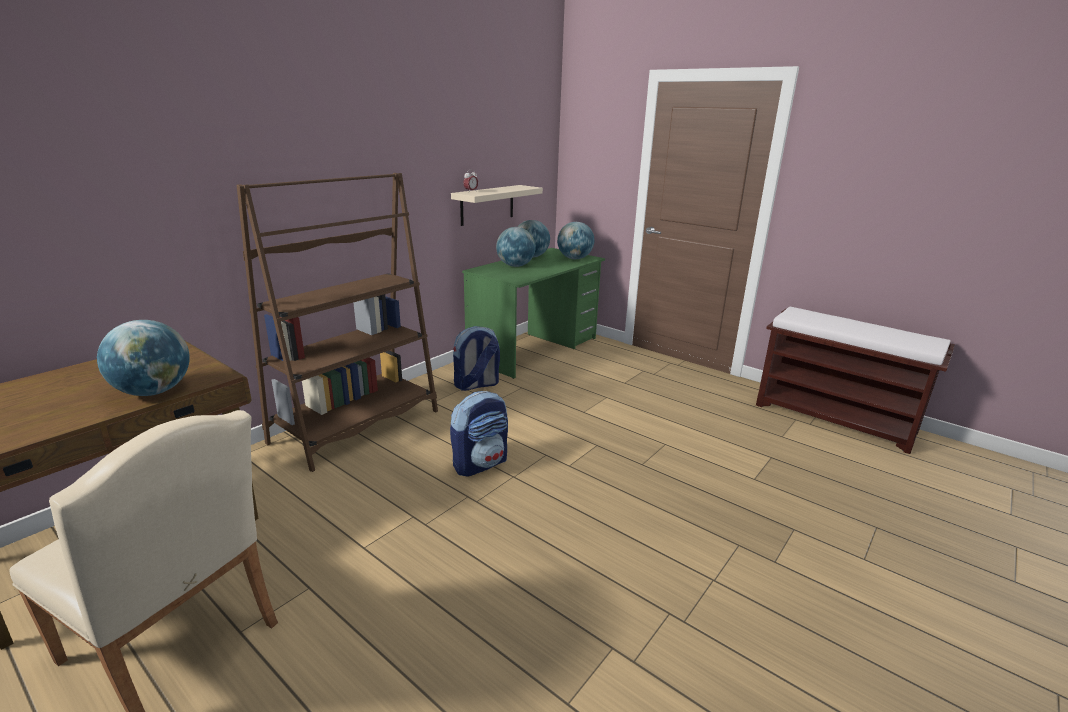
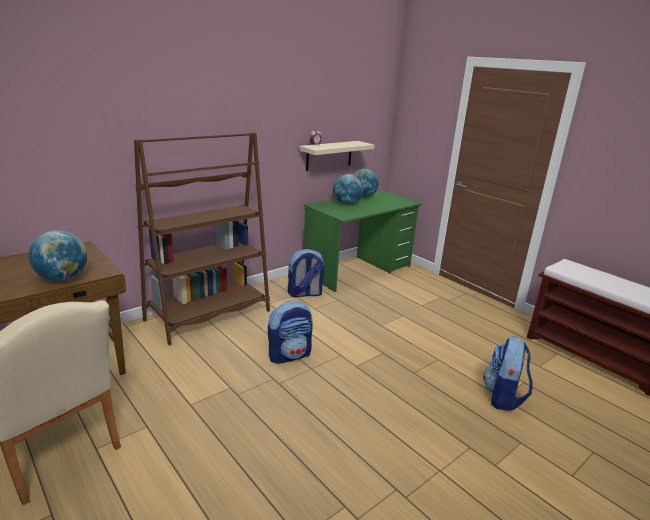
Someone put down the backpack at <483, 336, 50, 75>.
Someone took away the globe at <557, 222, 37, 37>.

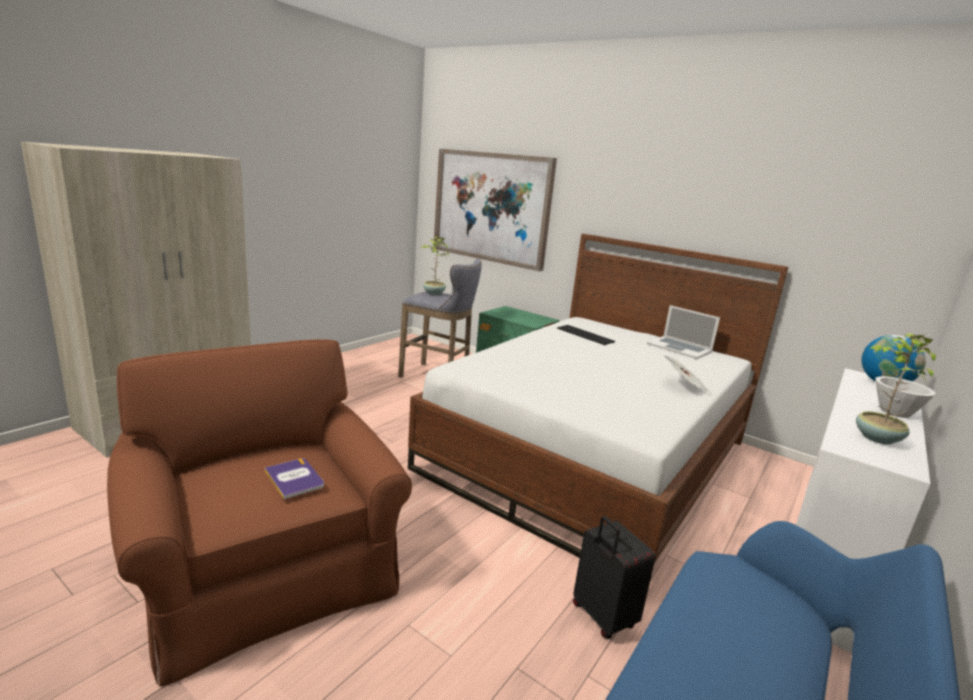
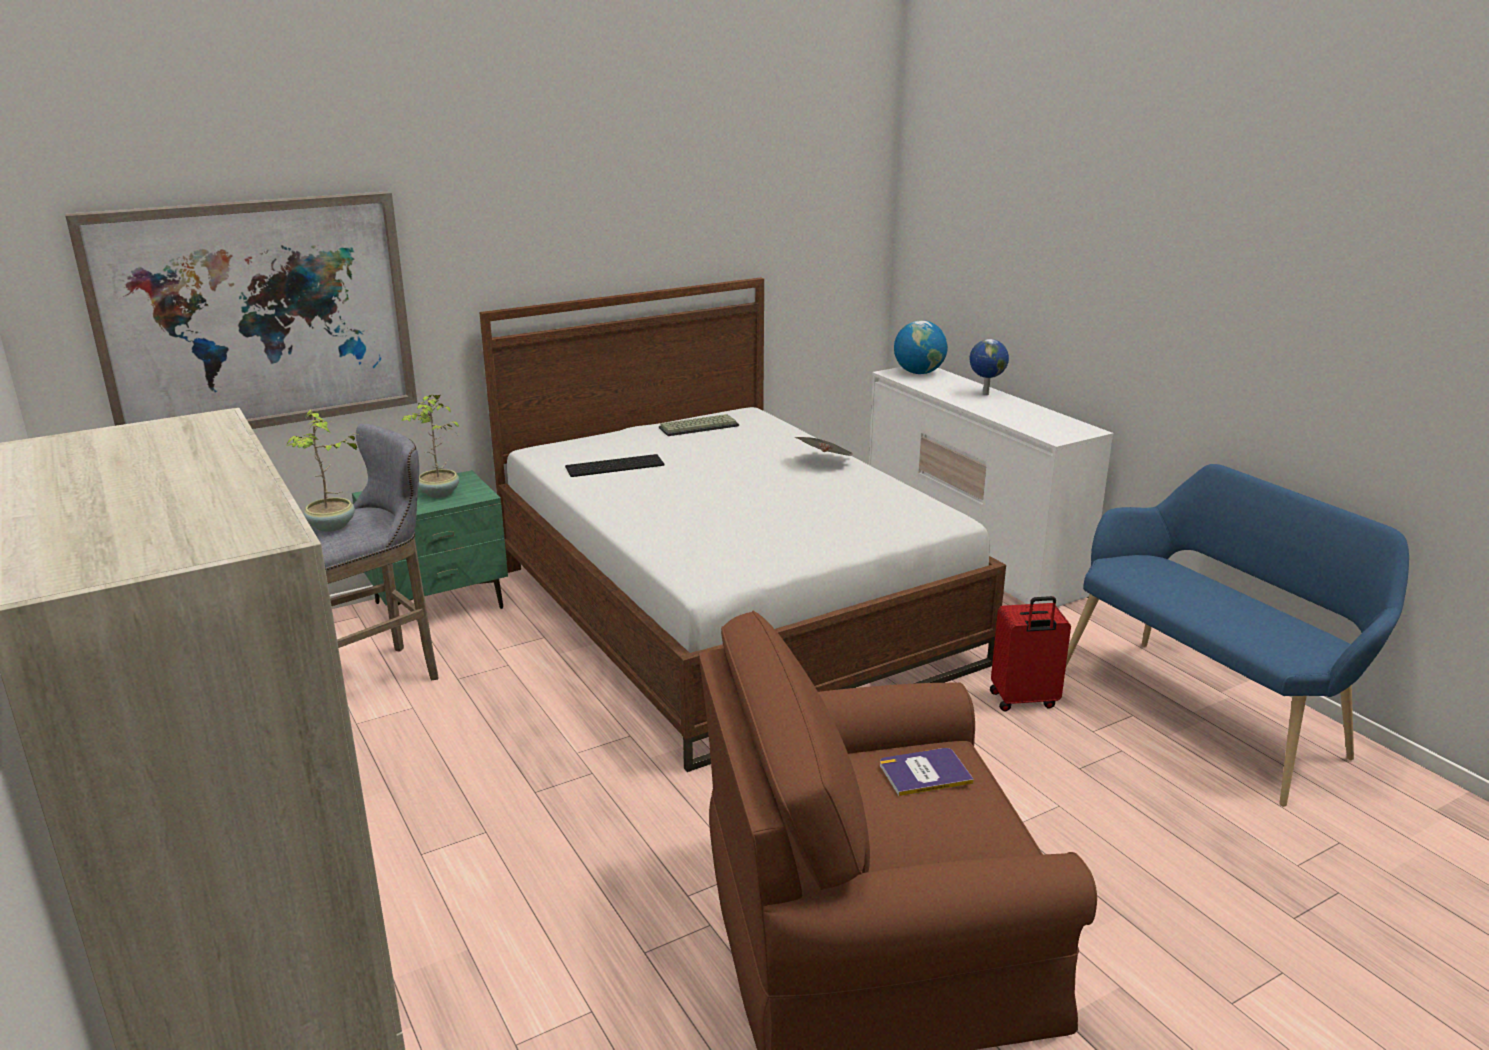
Someone carried the potted plant from <856, 334, 80, 111> to <401, 393, 58, 105>.
Someone swapped the laptop at <647, 305, 73, 54> for the keyboard at <659, 414, 80, 22>.
Someone swapped the white bowl at <875, 376, 61, 42> for the globe at <969, 339, 40, 56>.
Someone repainted the black suitcase at <573, 516, 83, 123>, which became the red suitcase at <990, 596, 81, 115>.

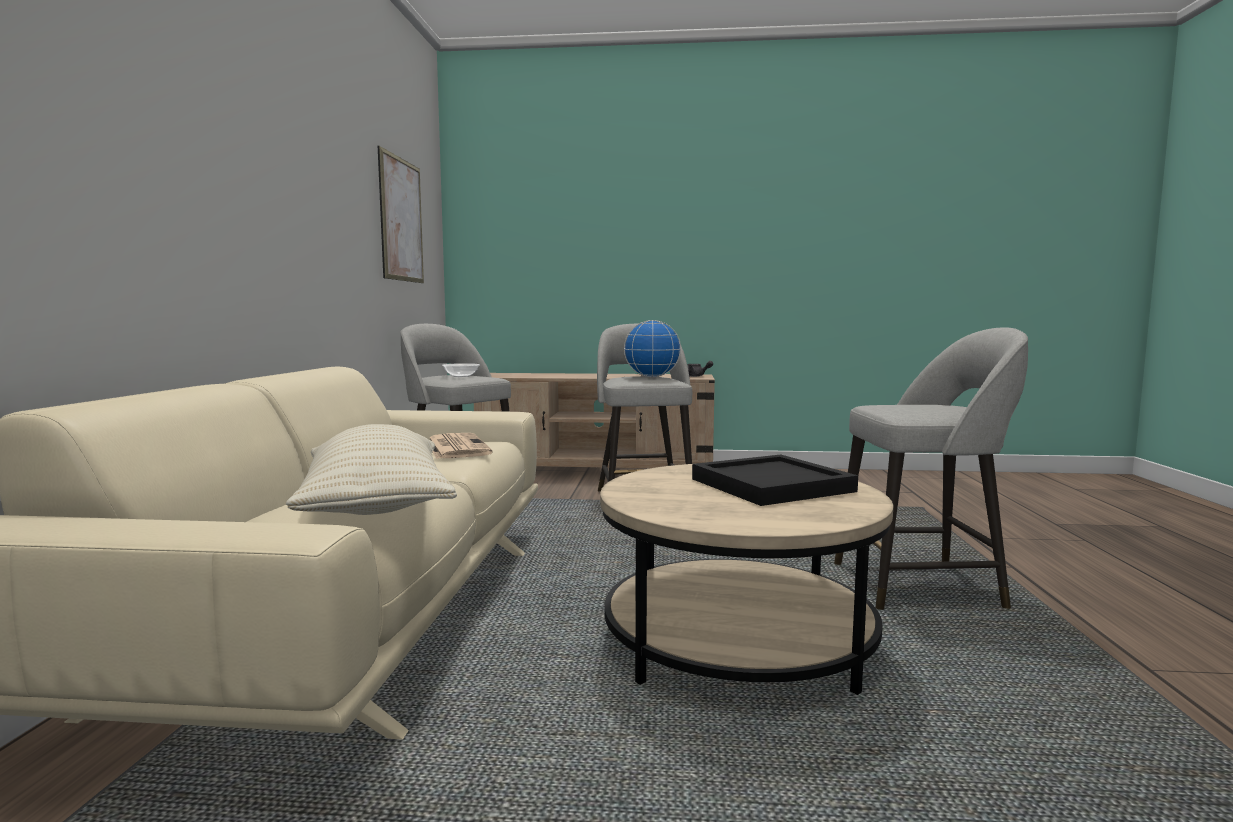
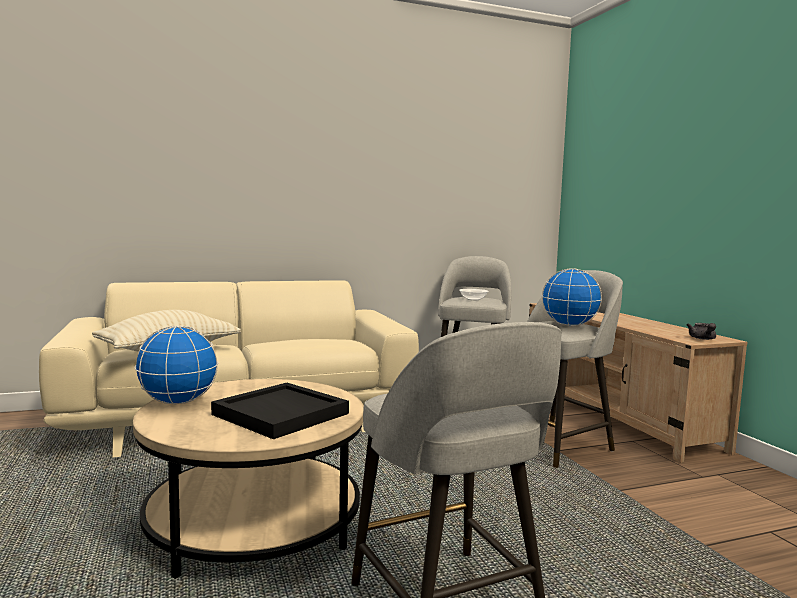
Someone put down the globe at <134, 325, 84, 79>.
Someone took away the picture at <378, 146, 46, 137>.
Someone took away the newspaper at <430, 433, 62, 26>.

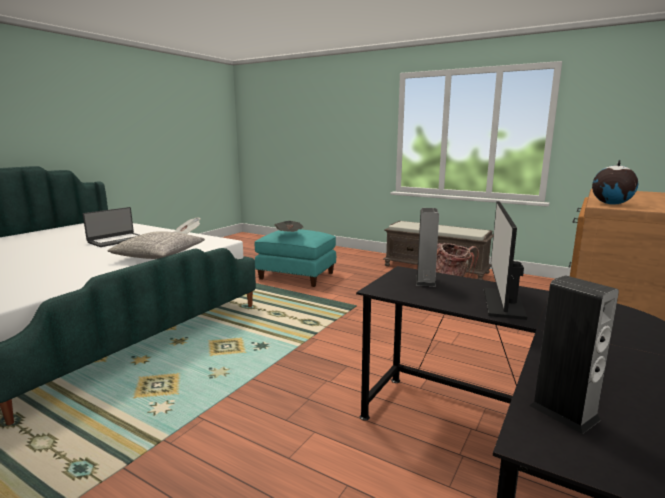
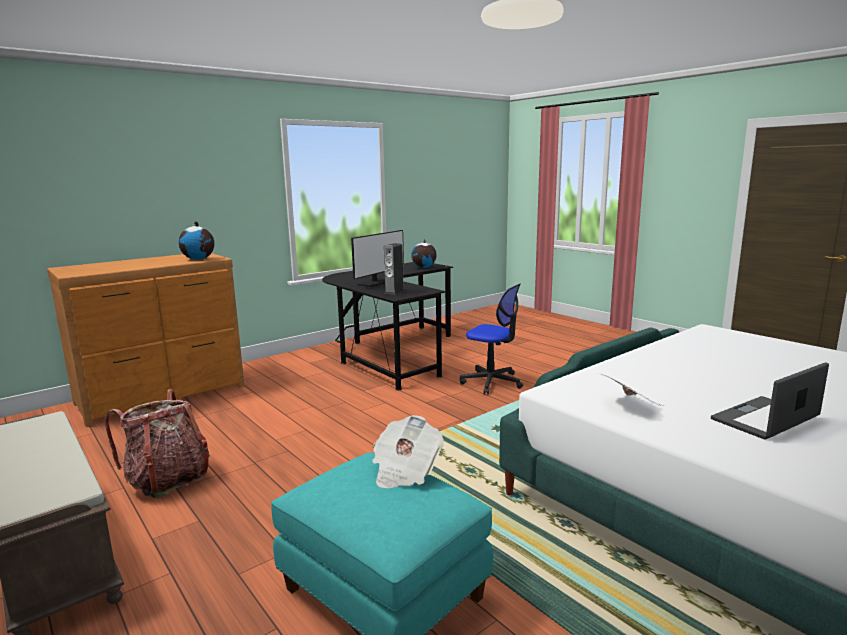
Someone swapped the speaker at <529, 276, 90, 158> for the globe at <411, 239, 26, 29>.
Someone put down the office chair at <460, 284, 63, 110>.
Someone took away the grey pillow at <108, 231, 97, 28>.

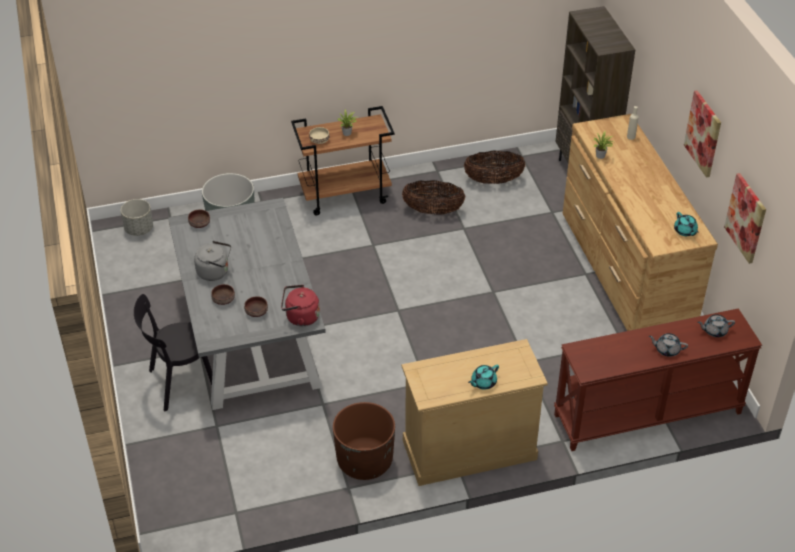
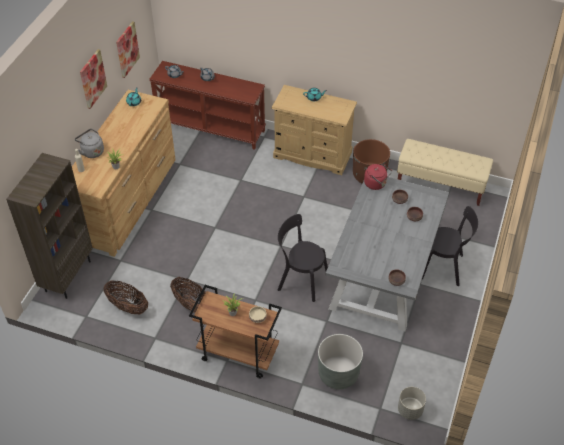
Someone carried the grey kettle from <194, 241, 37, 40> to <75, 129, 29, 29>.
Someone put down the black chair at <278, 214, 50, 88>.
Someone put down the beige bench at <397, 139, 96, 67>.

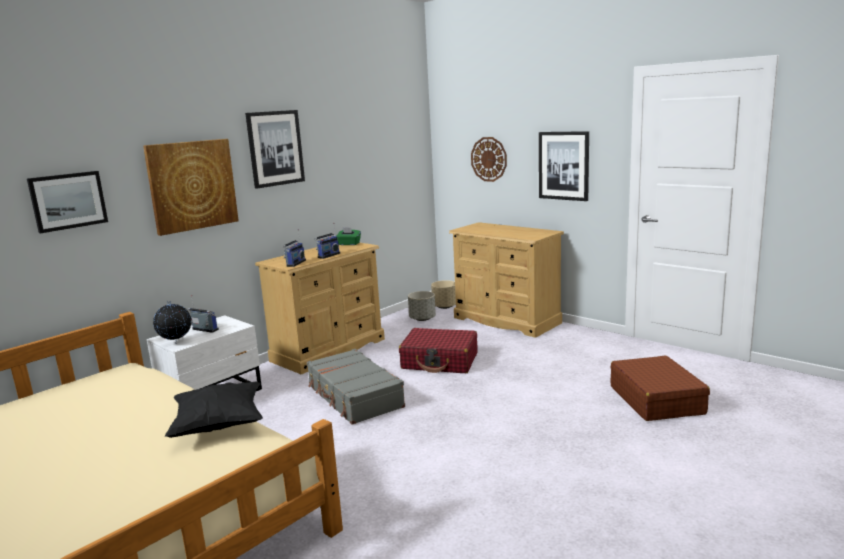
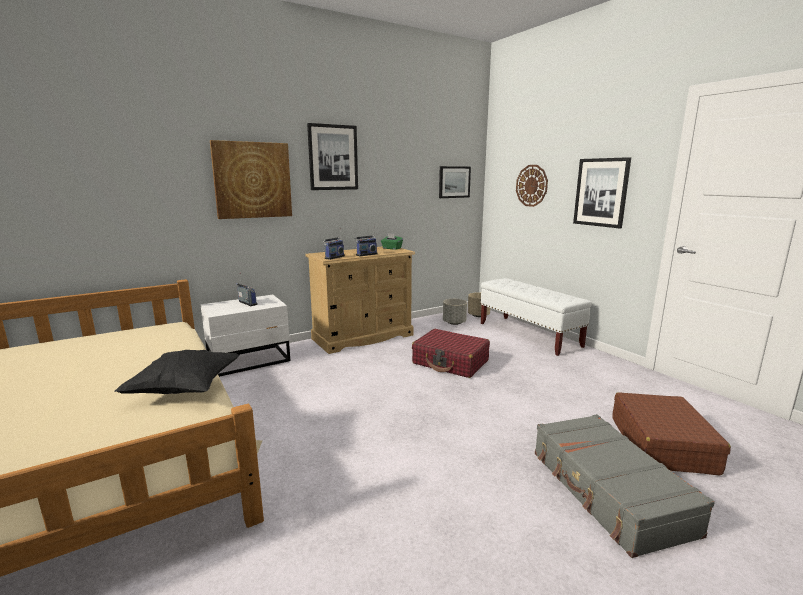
Someone carried the picture from <27, 171, 81, 62> to <439, 166, 32, 32>.
Someone swapped the beige dresser at <449, 222, 115, 116> for the white bench at <480, 278, 112, 78>.
Someone carried the grey suitcase from <307, 349, 98, 76> to <535, 414, 180, 144>.
Someone took away the globe at <153, 301, 38, 43>.

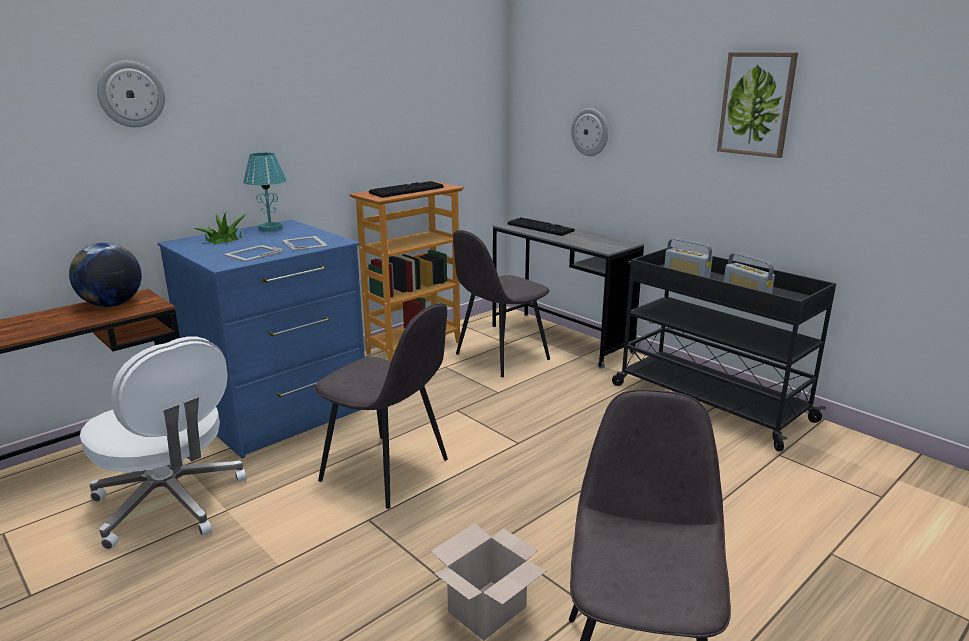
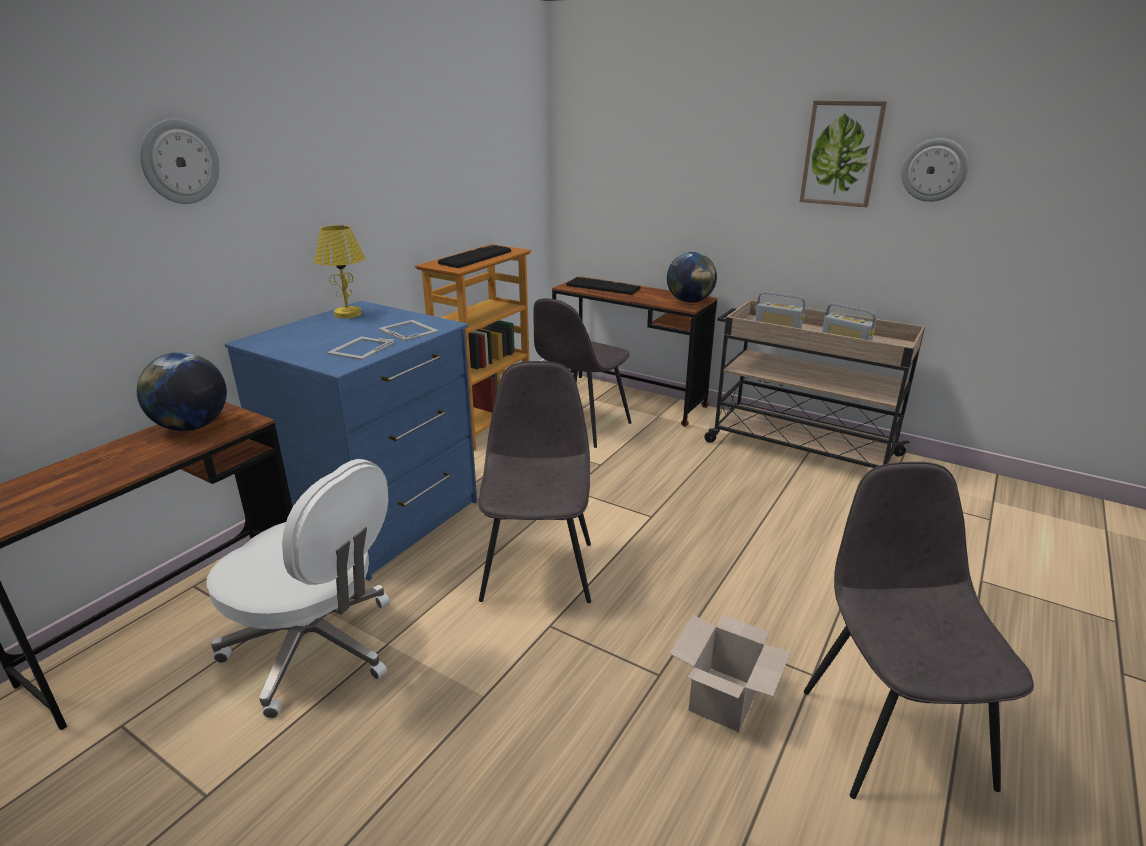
Someone repainted the turquoise table lamp at <243, 152, 44, 80>, which became the yellow table lamp at <314, 225, 51, 93>.
Someone rotated the grey chair at <314, 303, 134, 206> by 105 degrees counterclockwise.
Someone repainted the grey desk at <492, 218, 152, 151>, which became the brown desk at <552, 276, 165, 151>.
Someone put down the globe at <667, 252, 50, 51>.
Someone repainted the black cart at <612, 247, 224, 204>, which became the beige cart at <704, 300, 221, 168>.
Someone carried the wall clock from <571, 108, 37, 48> to <901, 138, 68, 64>.
Someone took away the potted plant at <193, 212, 55, 32>.

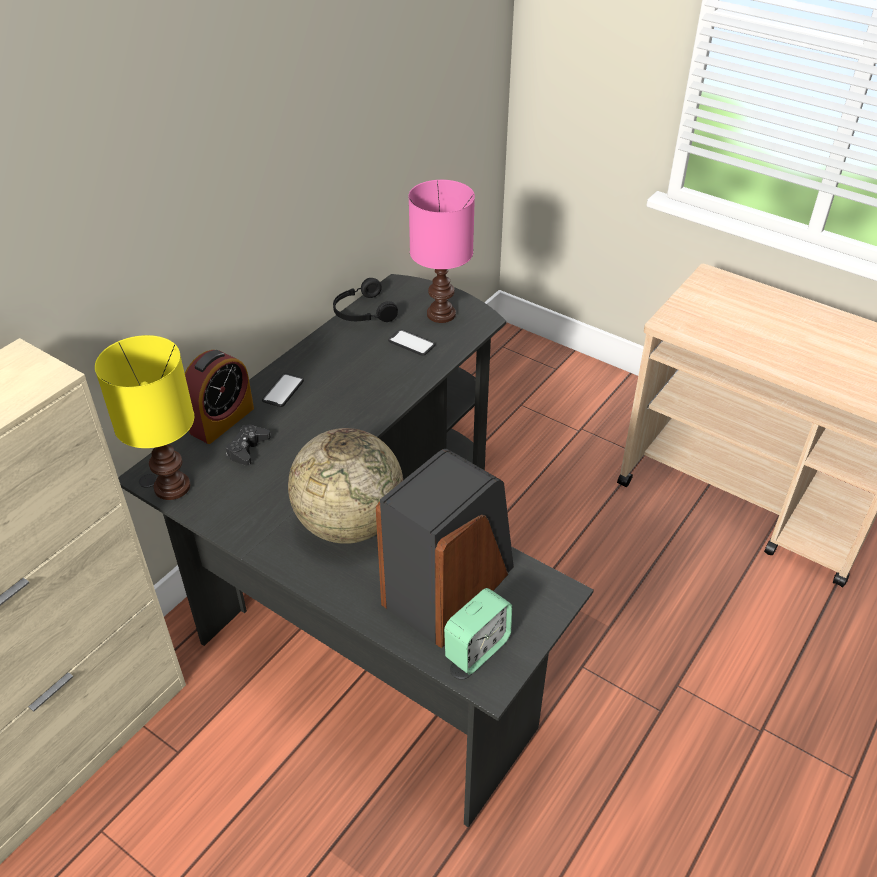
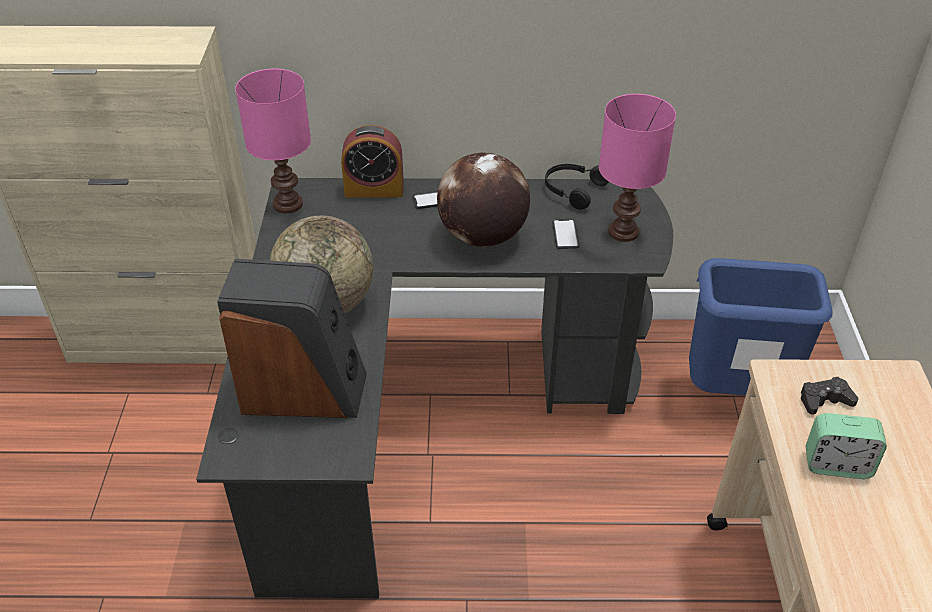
Someone repainted the yellow table lamp at <95, 335, 99, 165>, which became the pink table lamp at <235, 69, 76, 144>.
Someone put down the globe at <437, 152, 93, 95>.
Someone put down the blue trash can at <689, 258, 144, 137>.
Someone carried the black game controller from <226, 425, 45, 41> to <801, 377, 57, 37>.
Someone carried the alarm clock from <444, 588, 68, 86> to <806, 413, 81, 66>.

